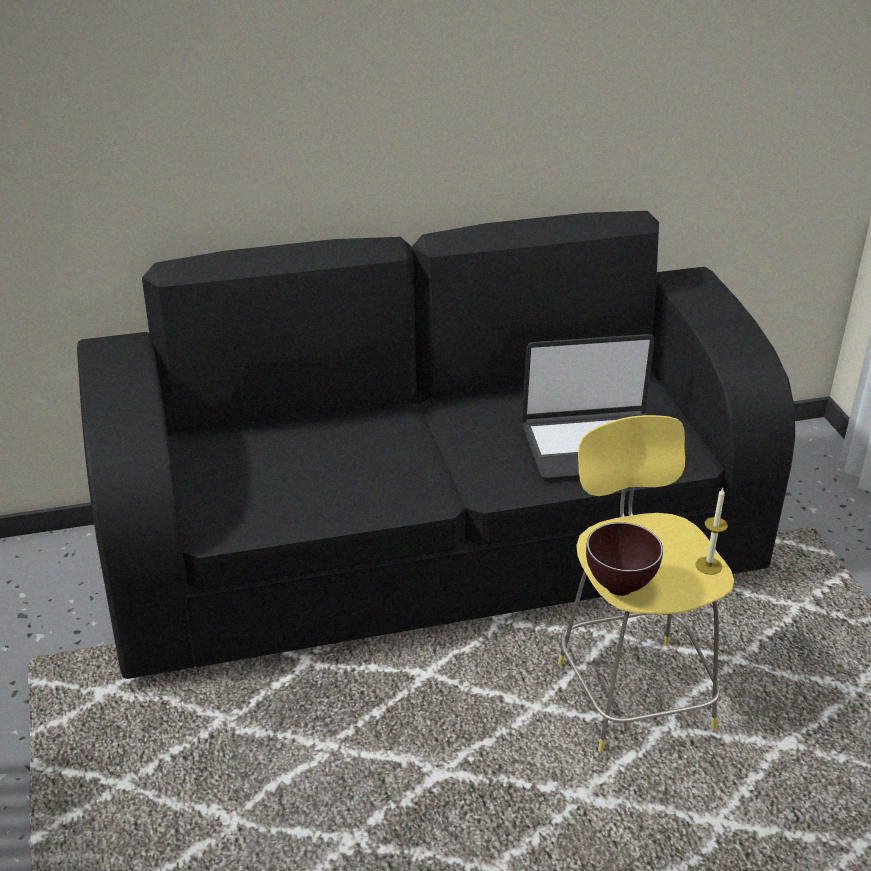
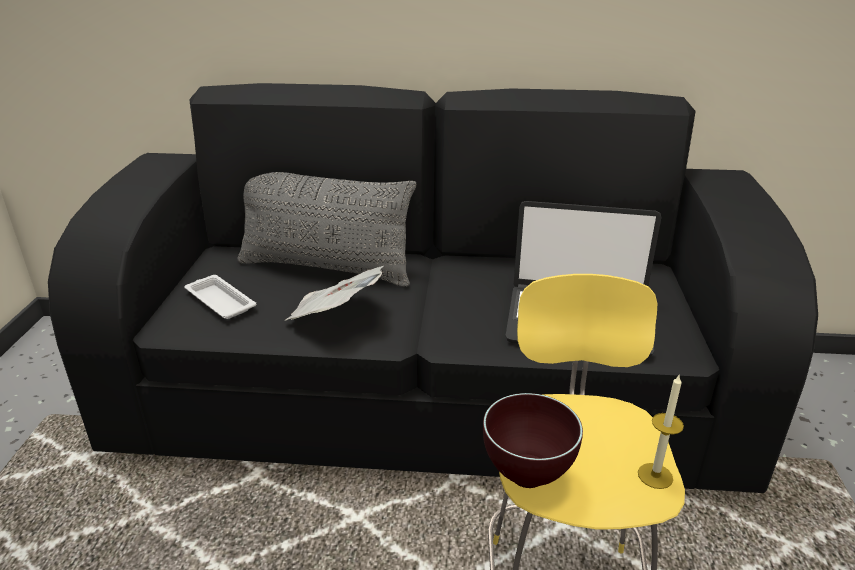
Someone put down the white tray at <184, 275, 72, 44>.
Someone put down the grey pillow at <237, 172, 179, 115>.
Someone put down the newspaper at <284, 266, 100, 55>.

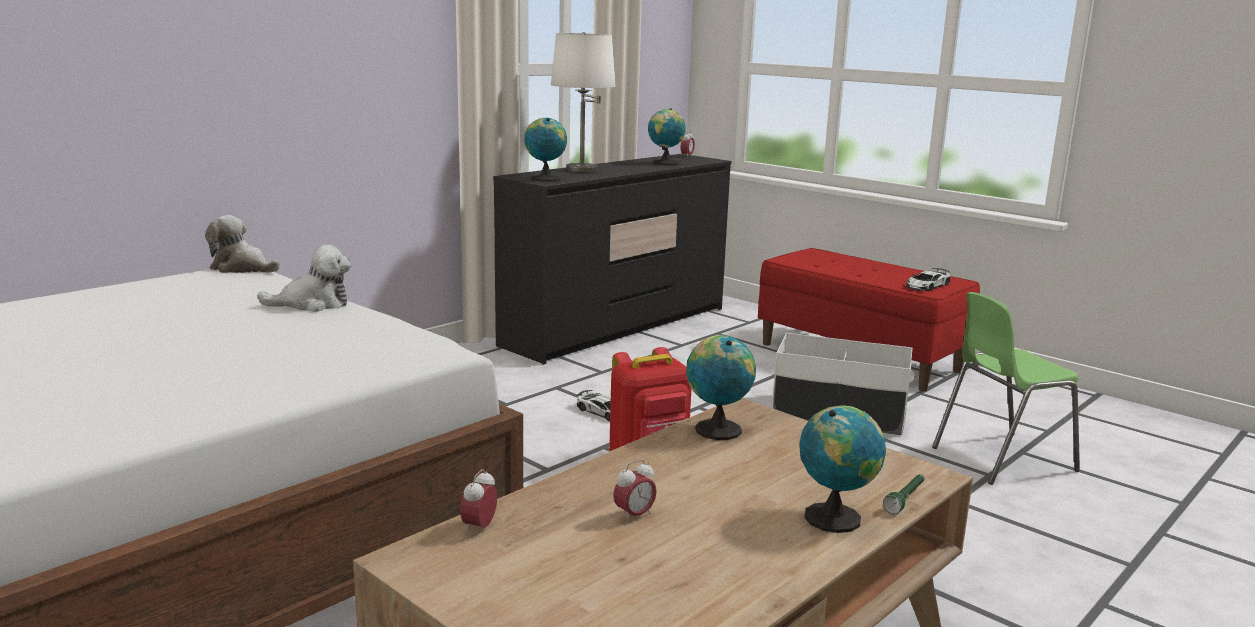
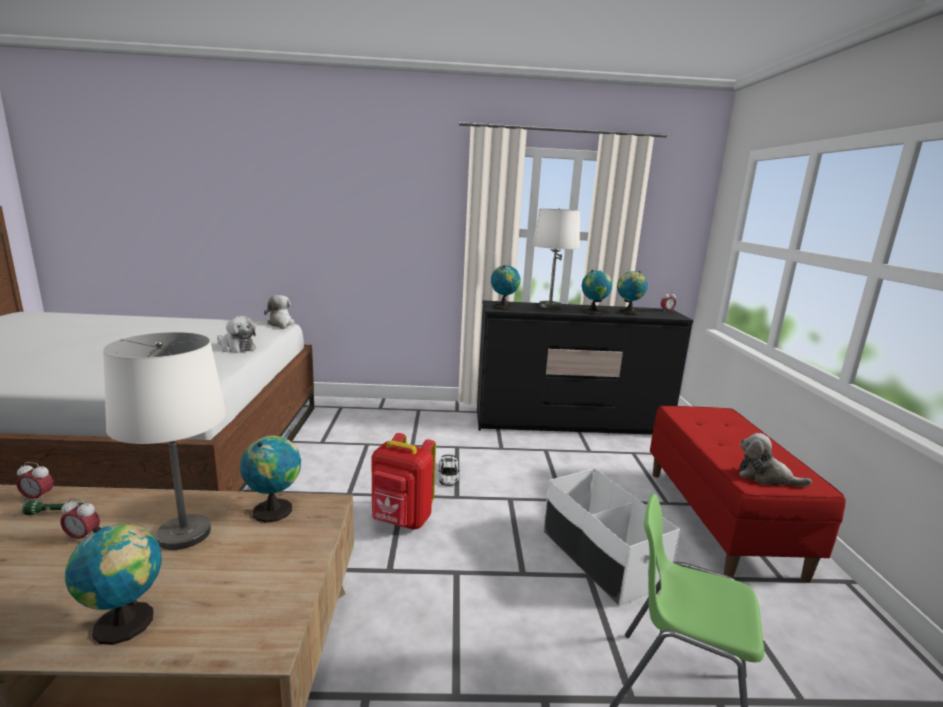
Someone rotated the alarm clock at <460, 469, 37, 65> by 150 degrees counterclockwise.
Someone carried the green flashlight from <883, 474, 41, 40> to <22, 500, 62, 15>.
Someone put down the white table lamp at <103, 332, 123, 218>.
Someone put down the globe at <582, 270, 30, 45>.
Someone swapped the toy car at <906, 268, 45, 23> for the plush toy at <739, 433, 73, 54>.

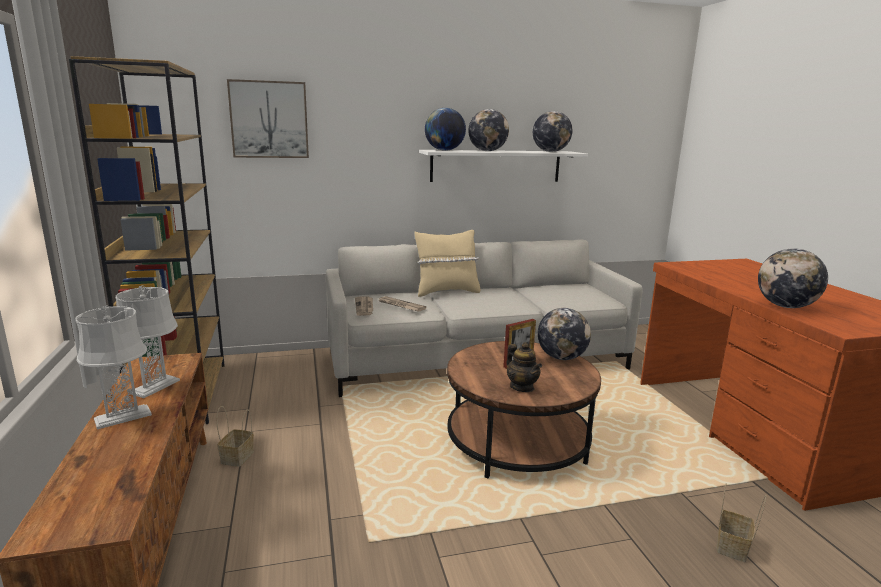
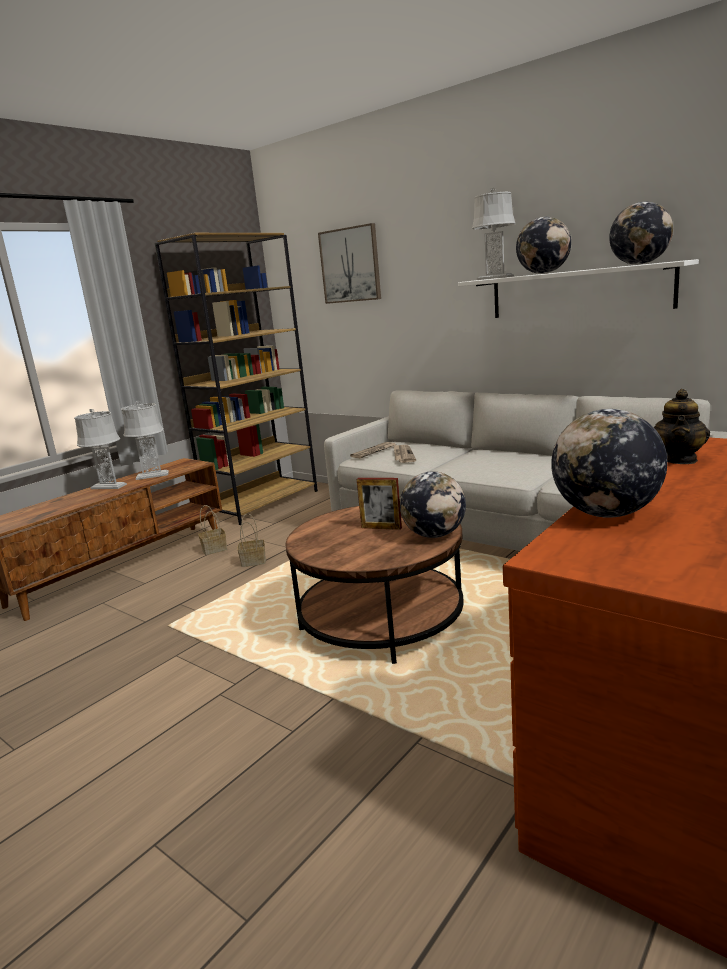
Someone carried the basket from <717, 483, 49, 79> to <238, 514, 28, 53>.
Someone swapped the globe at <425, 108, 41, 43> for the grey table lamp at <472, 188, 44, 92>.
Someone carried the teapot from <507, 342, 35, 50> to <654, 389, 56, 75>.
Someone took away the beige pillow at <414, 230, 66, 67>.

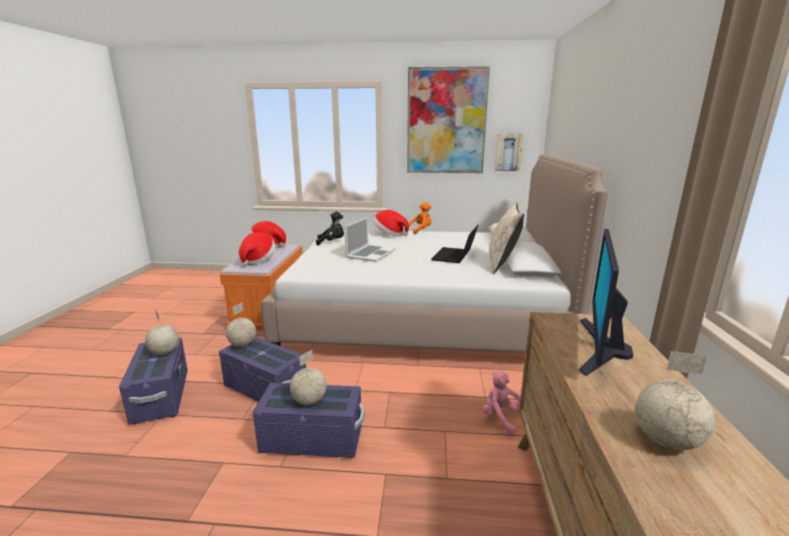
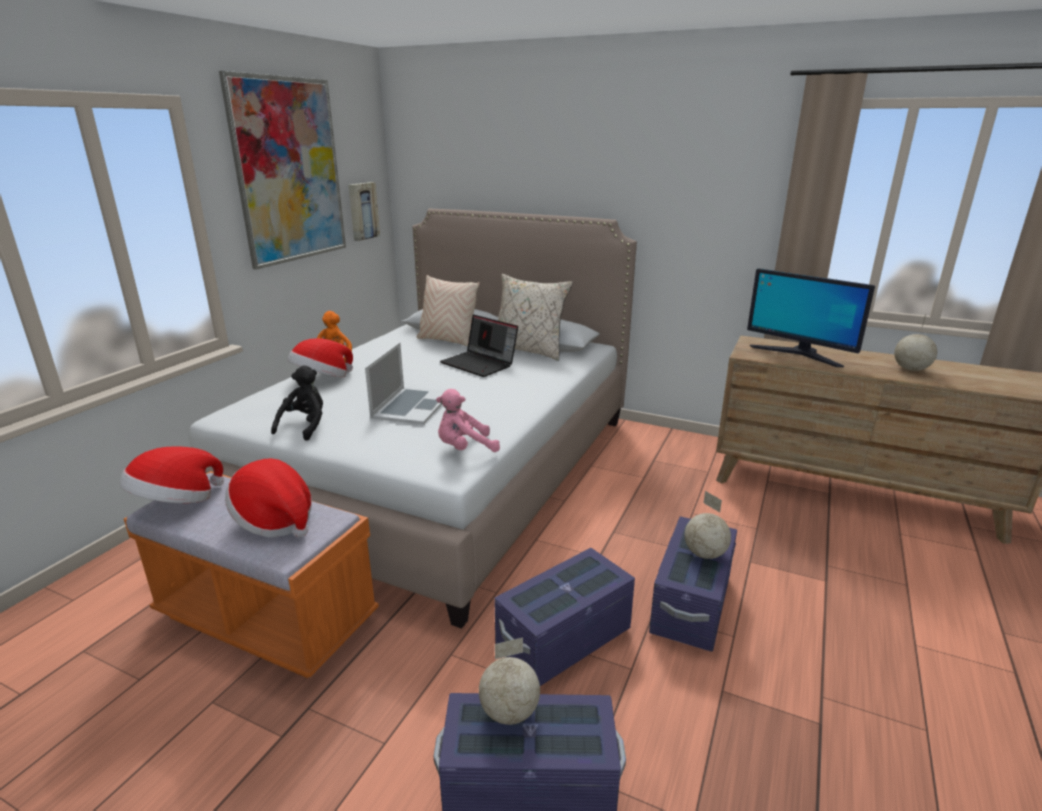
Someone rotated the laptop at <344, 217, 52, 45> by 60 degrees clockwise.
Someone put down the beige pillow at <417, 275, 63, 71>.
Someone carried the pink plush toy from <483, 371, 38, 64> to <436, 389, 64, 63>.
Someone took away the globe at <226, 302, 30, 45>.

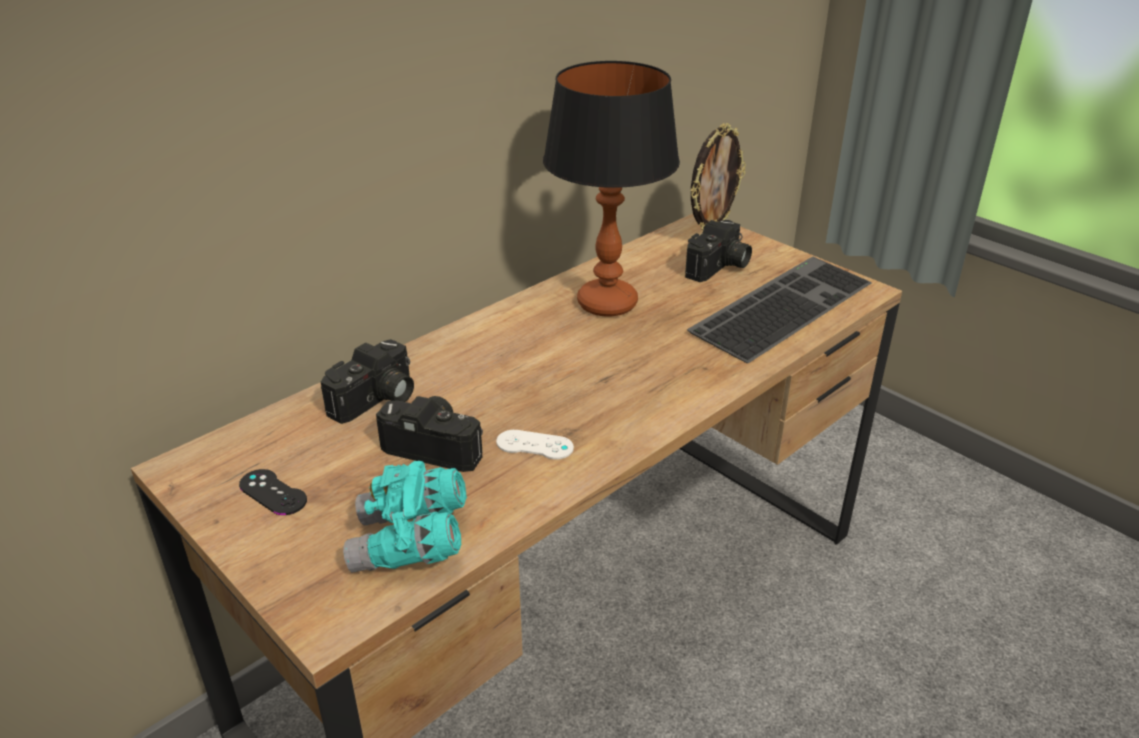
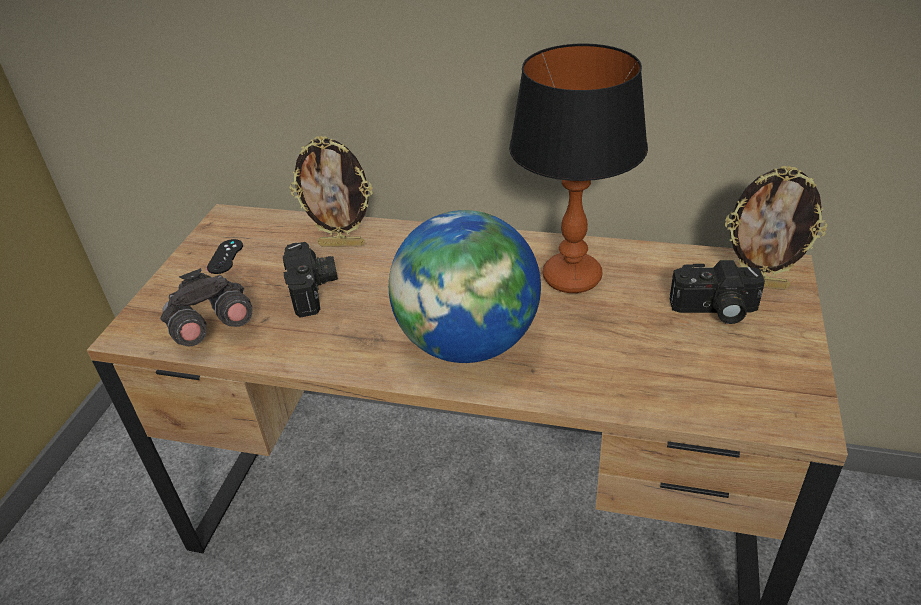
Someone repainted the turquoise binoculars at <343, 461, 124, 111>, which became the grey binoculars at <160, 268, 92, 79>.
Someone swapped the photo camera at <321, 339, 93, 85> for the picture frame at <289, 135, 84, 112>.
Someone put down the globe at <389, 210, 152, 153>.
Someone took away the white game controller at <496, 430, 78, 30>.
Someone took away the keyboard at <687, 257, 185, 106>.

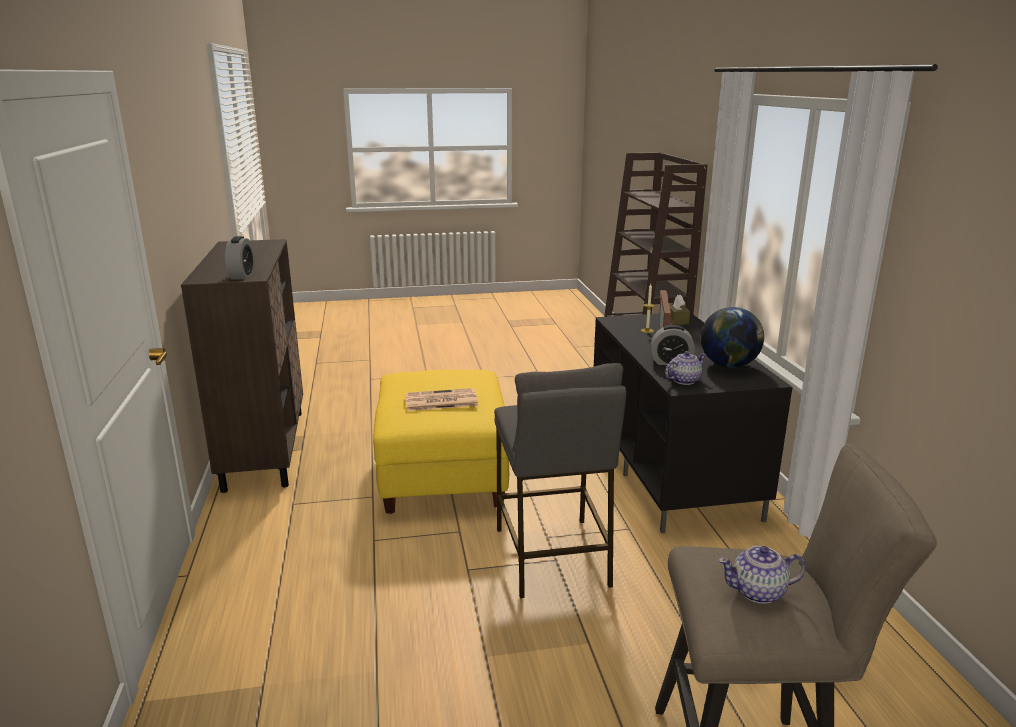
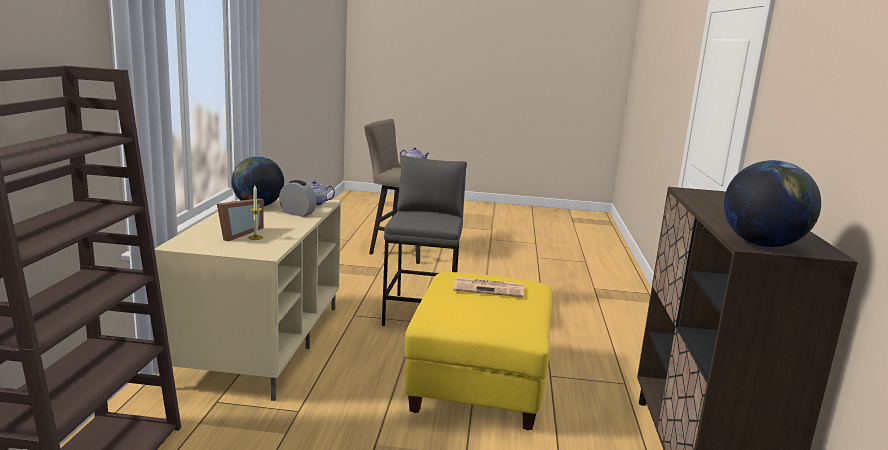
Someone repainted the black tv stand at <594, 313, 198, 220>, which became the beige tv stand at <155, 198, 186, 203>.
Someone put down the globe at <724, 160, 97, 87>.
Someone took away the alarm clock at <225, 236, 30, 43>.
Someone took away the brown tissue box at <669, 295, 21, 30>.

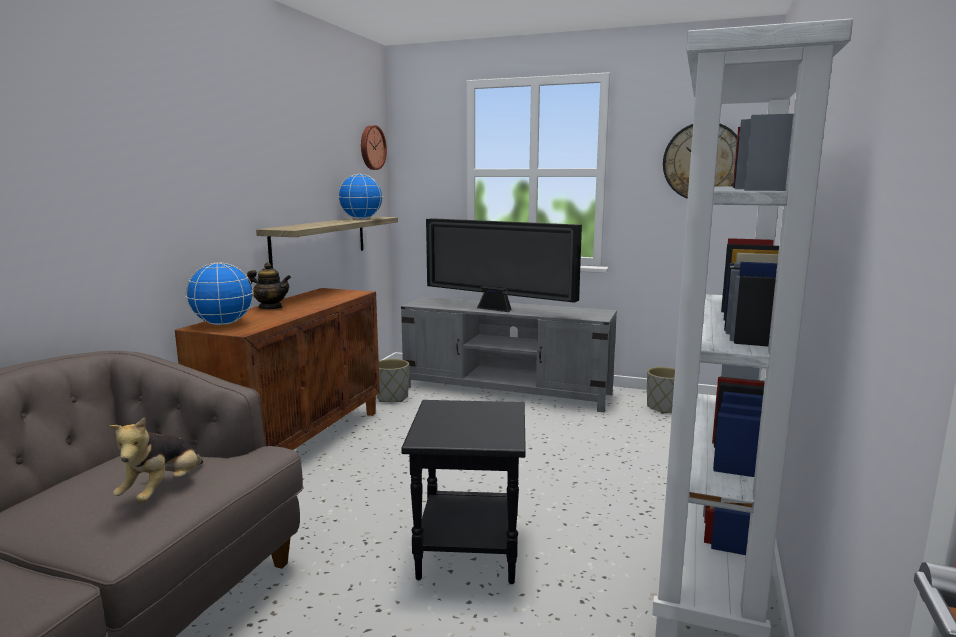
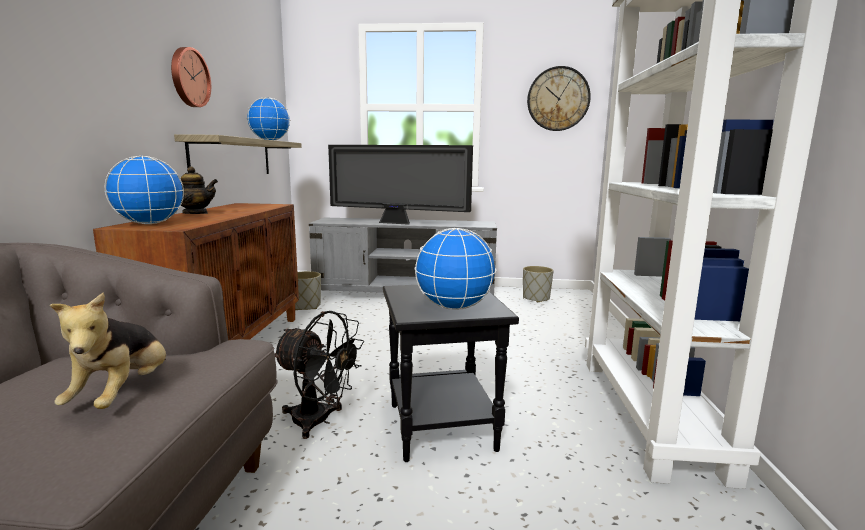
Someone carried the wall clock from <361, 125, 26, 45> to <171, 47, 40, 60>.
Someone put down the black fan at <274, 311, 90, 128>.
Someone put down the globe at <414, 228, 83, 82>.

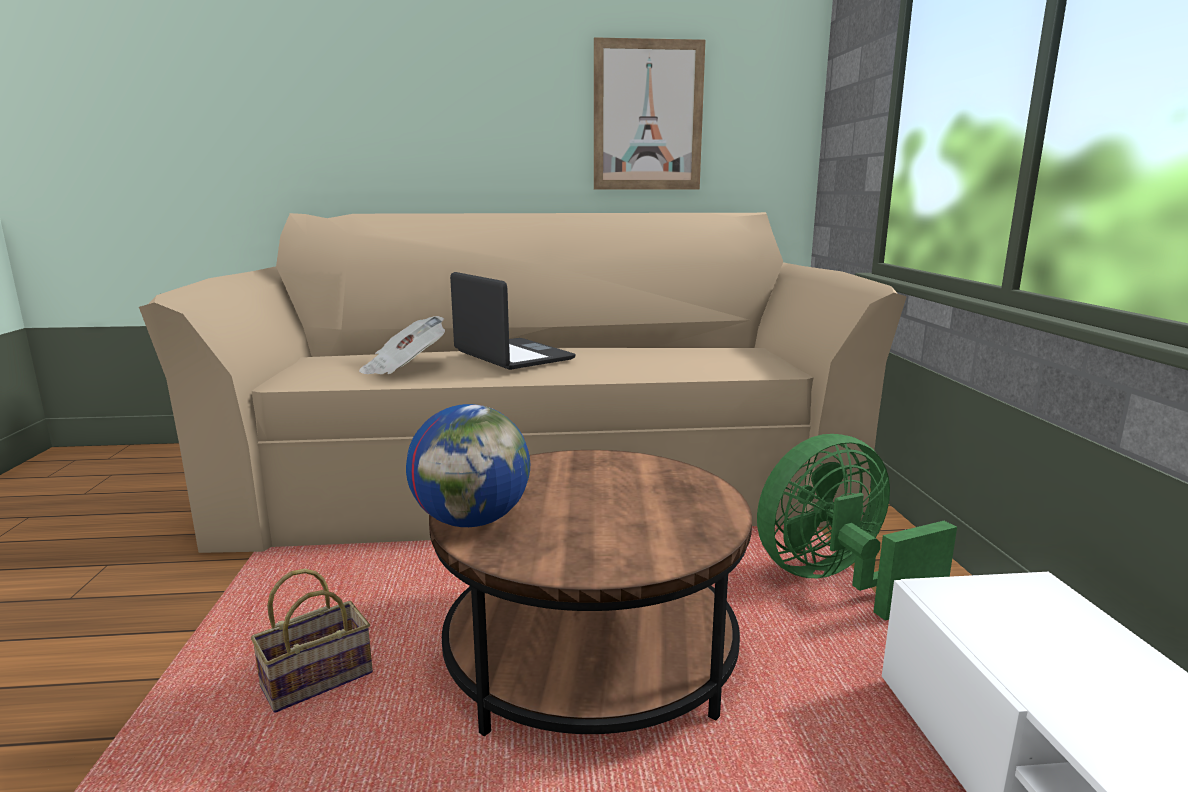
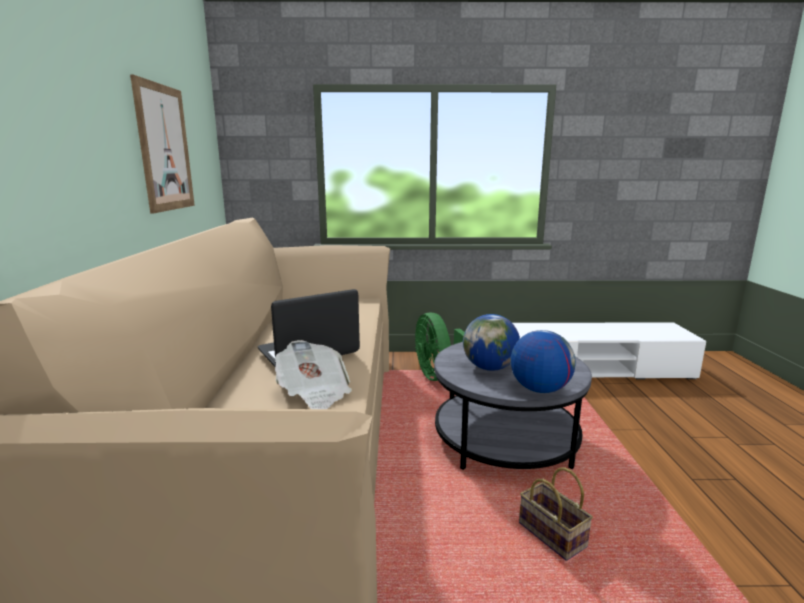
Someone repainted the brown coffee table at <429, 450, 323, 286>, which became the grey coffee table at <434, 342, 158, 128>.
Someone put down the globe at <463, 314, 57, 57>.

